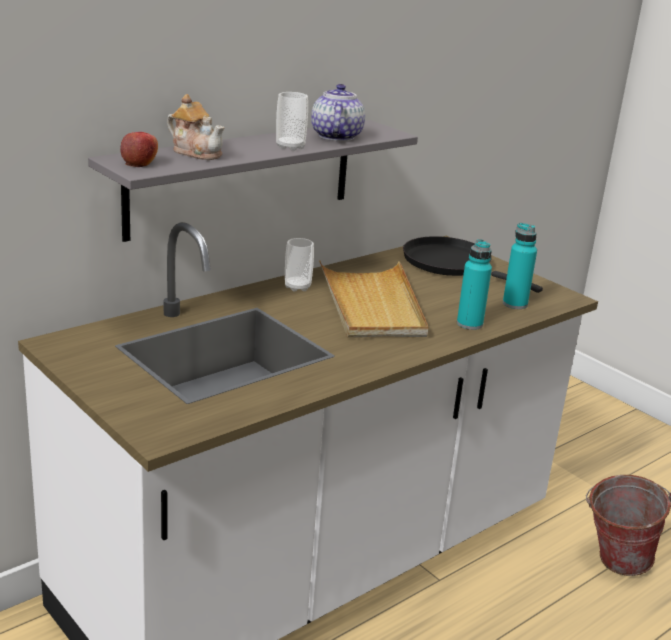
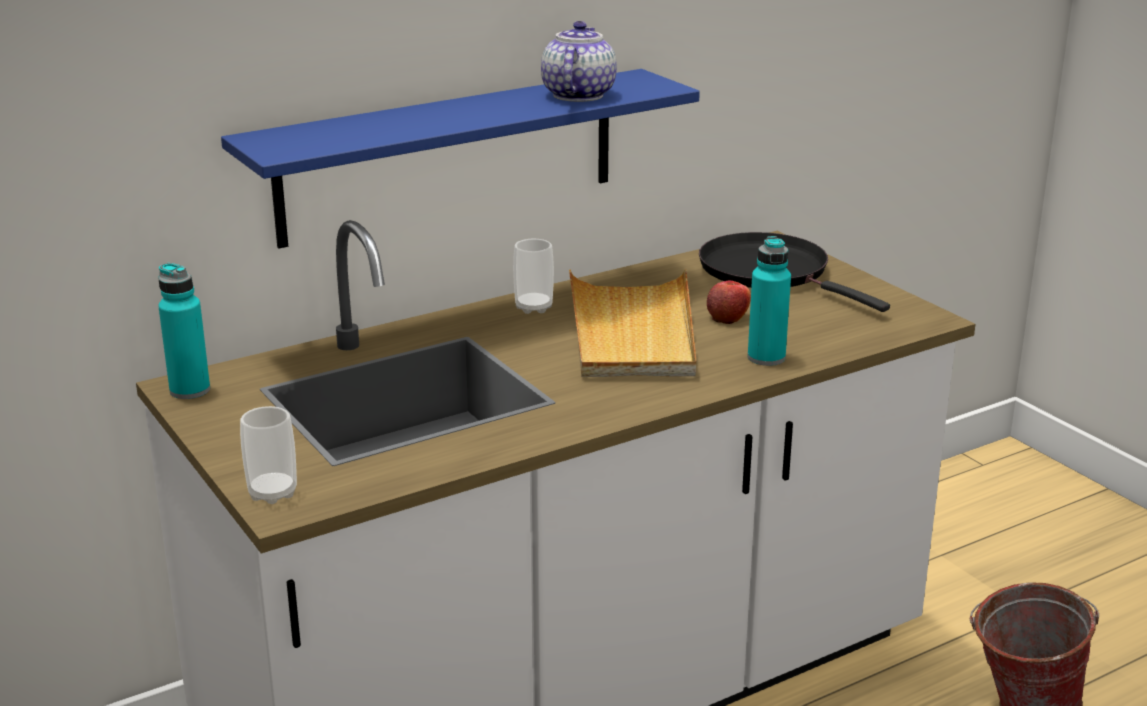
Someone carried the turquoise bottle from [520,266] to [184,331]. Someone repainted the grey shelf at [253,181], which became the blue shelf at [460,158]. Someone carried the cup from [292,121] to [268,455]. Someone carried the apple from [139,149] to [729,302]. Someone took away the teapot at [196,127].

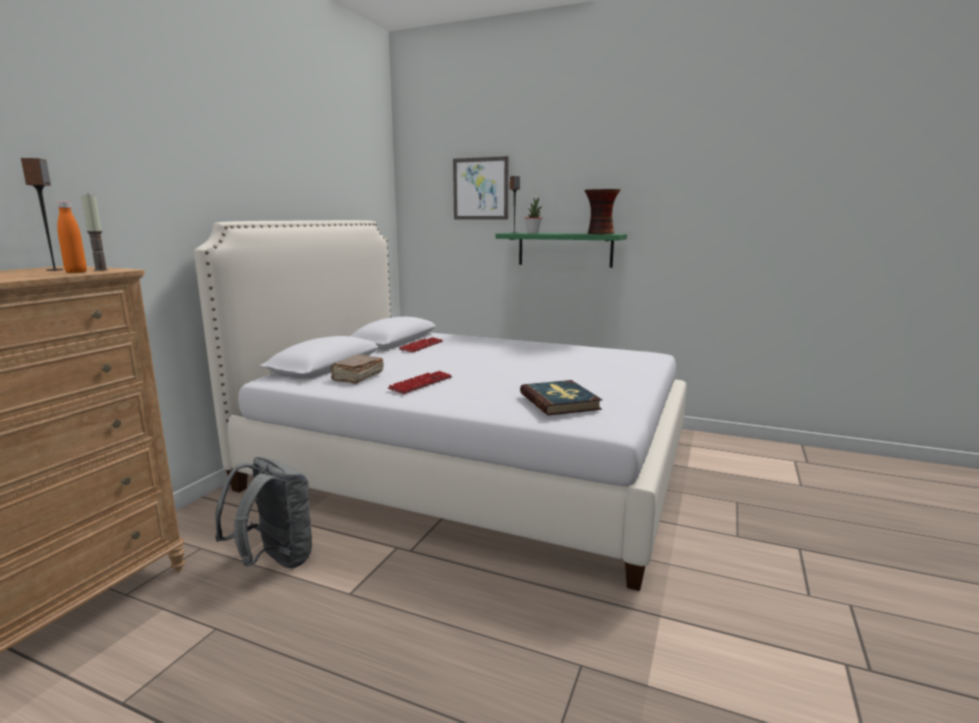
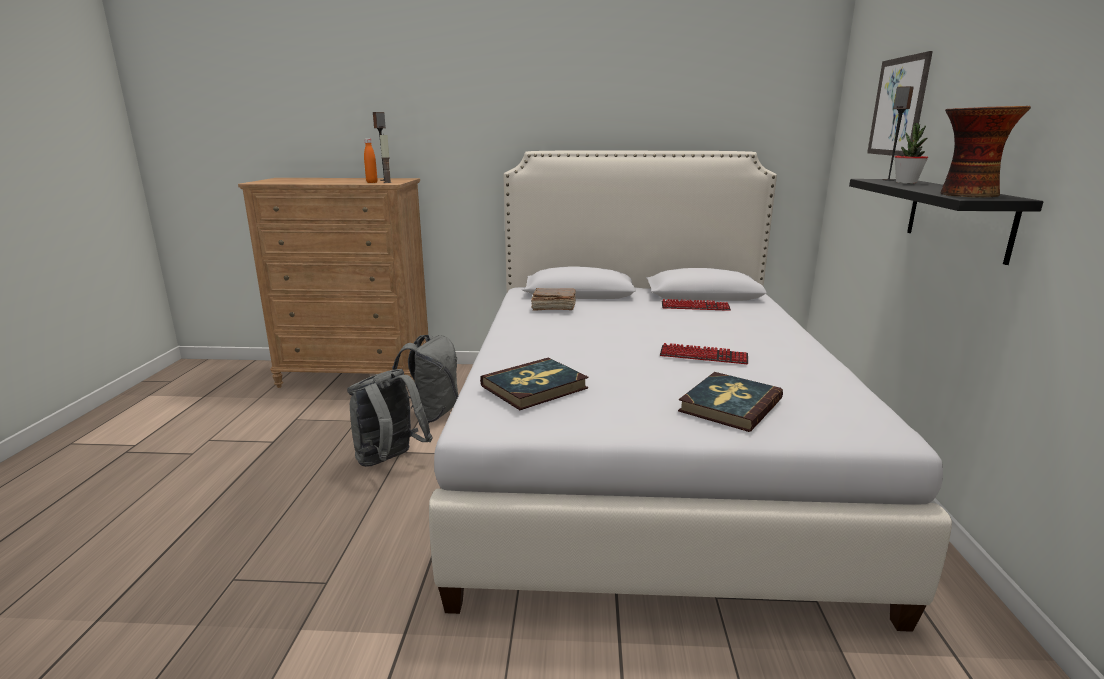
Someone put down the grey backpack at [390,418]. Someone carried the keyboard from [420,382] to [704,353]. Someone put down the book at [730,402]. Someone repainted the green shelf at [561,250], which became the black shelf at [946,222].

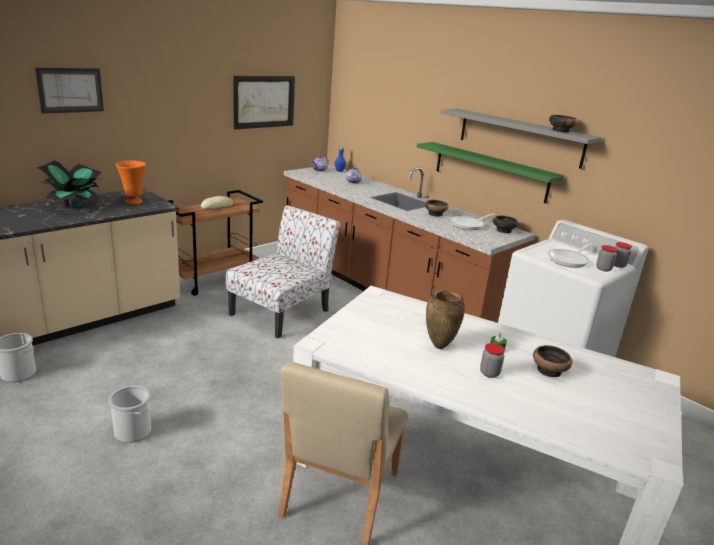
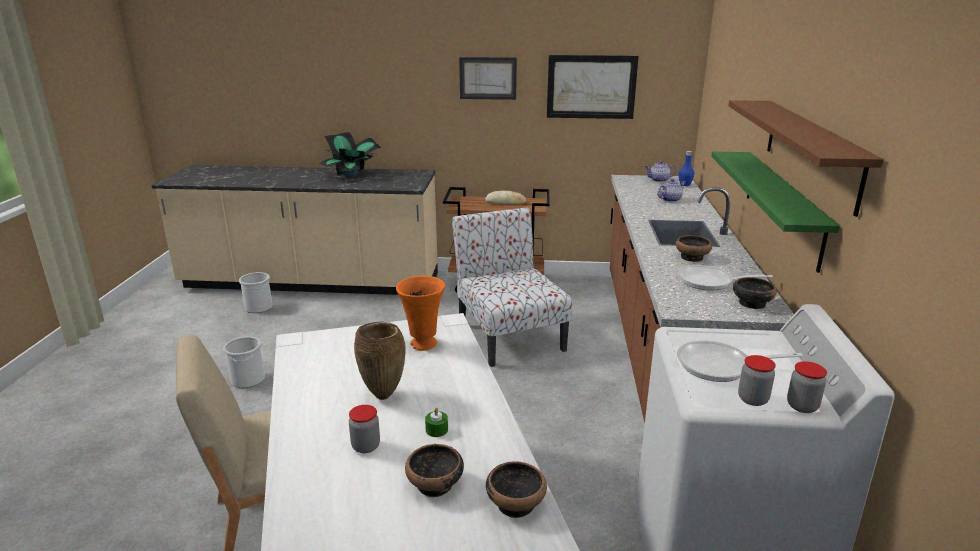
Someone carried the orange vase from [131,182] to [420,313]. Someone rotated the chair at [283,271] by 105 degrees counterclockwise. Someone carried the picture from [69,91] to [488,78]. Someone carried the bowl from [563,124] to [516,489]. Someone repainted the grey shelf at [521,139], which became the brown shelf at [806,158].

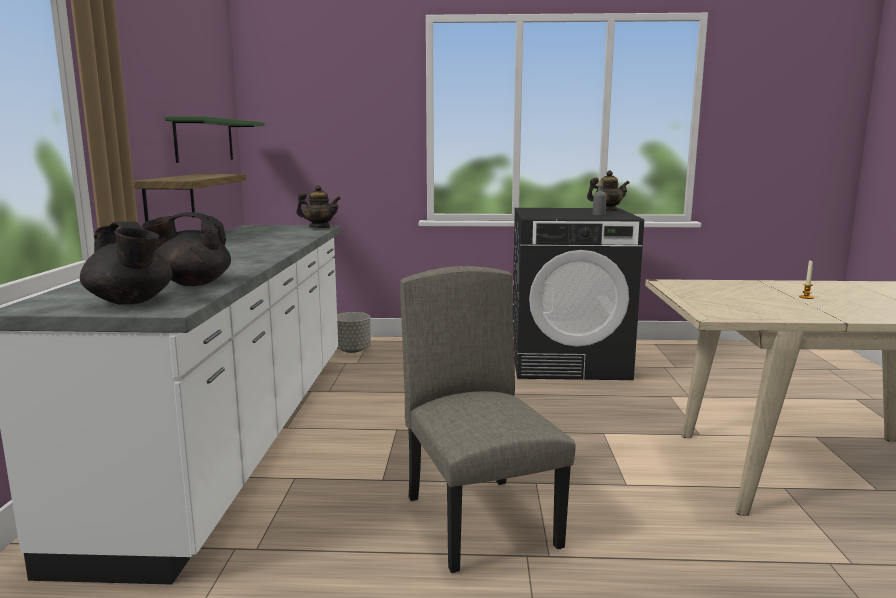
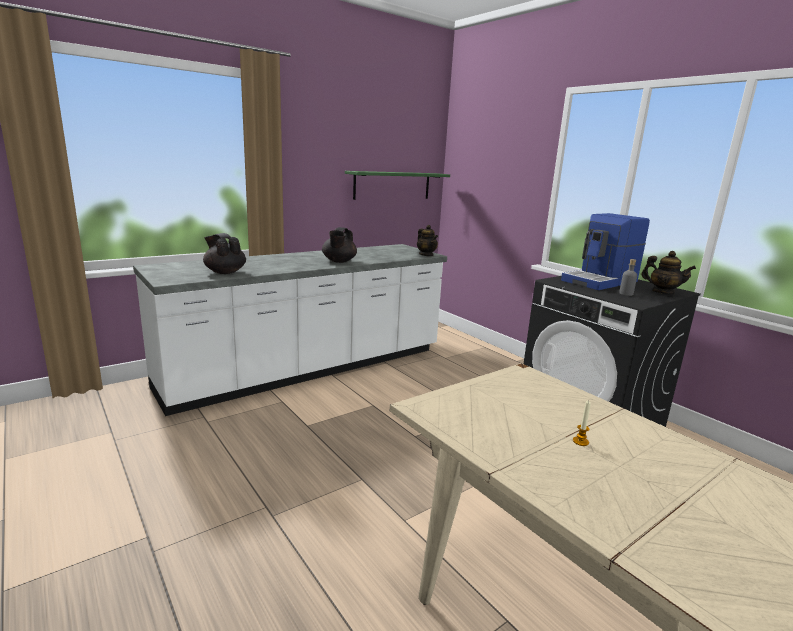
Someone carried the black teapot from [126,263] to [339,245]. Someone put down the coffee machine at [605,251]. Someone took away the shelf at [190,198]. Someone took away the grey planter at [354,332]. Someone took away the beige chair at [488,419].

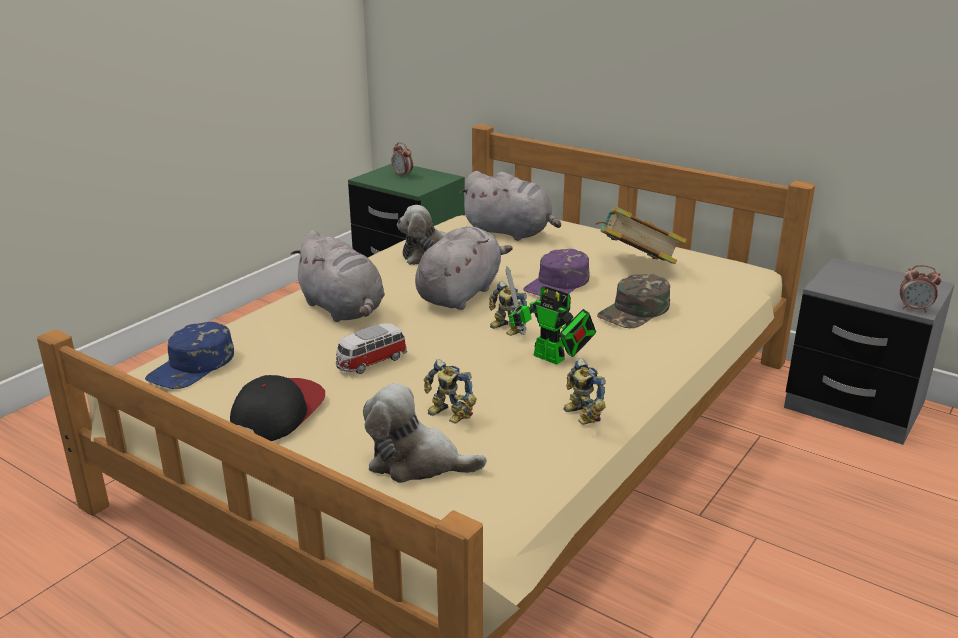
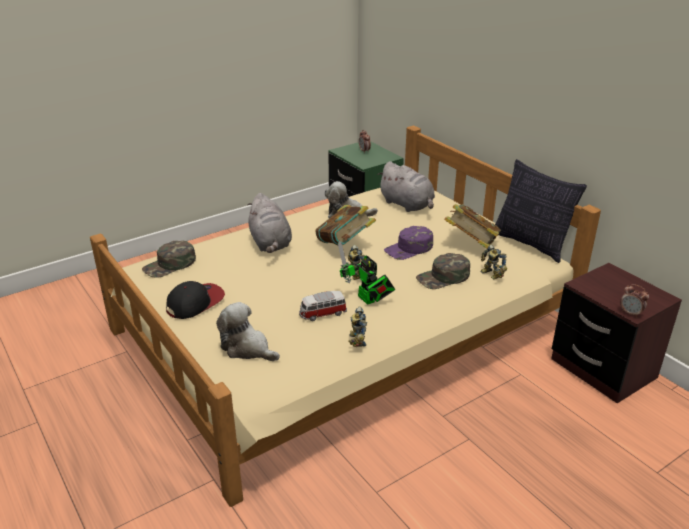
Someone repainted the blue cap at [189,355], which became the green cap at [169,259]. Someone carried the toy car from [371,348] to [323,306]. Someone swapped the grey plush toy at [464,268] for the book at [345,225]. Someone carried the toy robot from [450,391] to [494,262]. Someone put down the pillow at [541,211]. Someone repainted the grey nightstand at [869,351], which became the brown nightstand at [616,333].

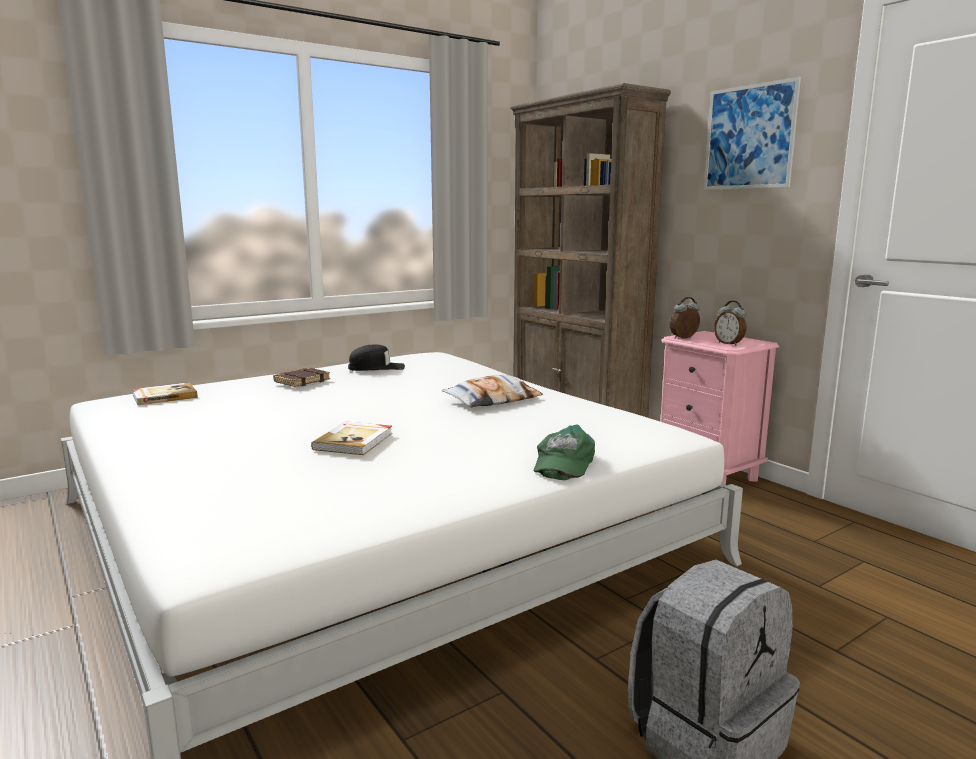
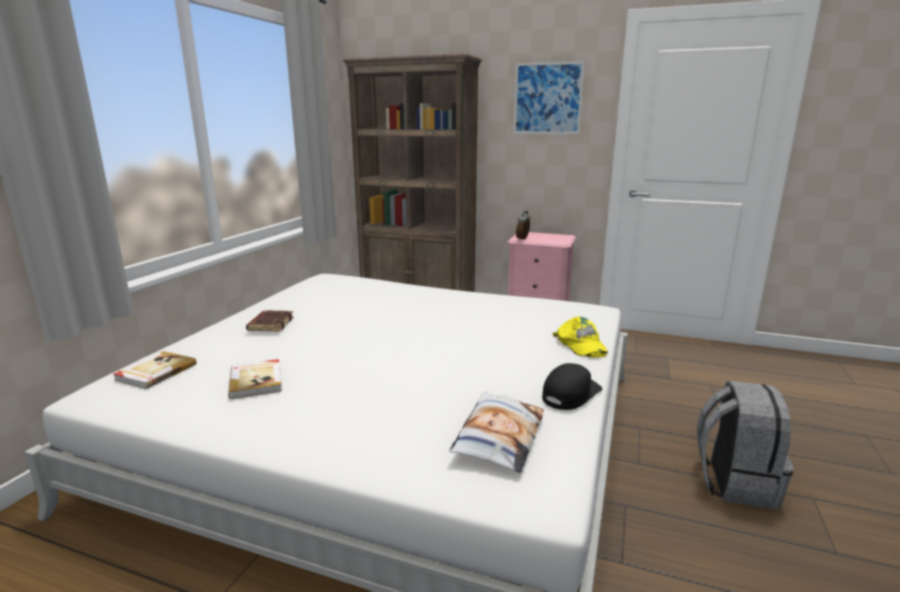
Someone carried the book from [351,438] to [255,379]. Someone carried the pillow from [492,391] to [496,432]. Someone carried the black cap from [376,357] to [572,386]. Someone repainted the green cap at [564,452], which became the yellow cap at [580,337]. Someone took away the alarm clock at [730,323].

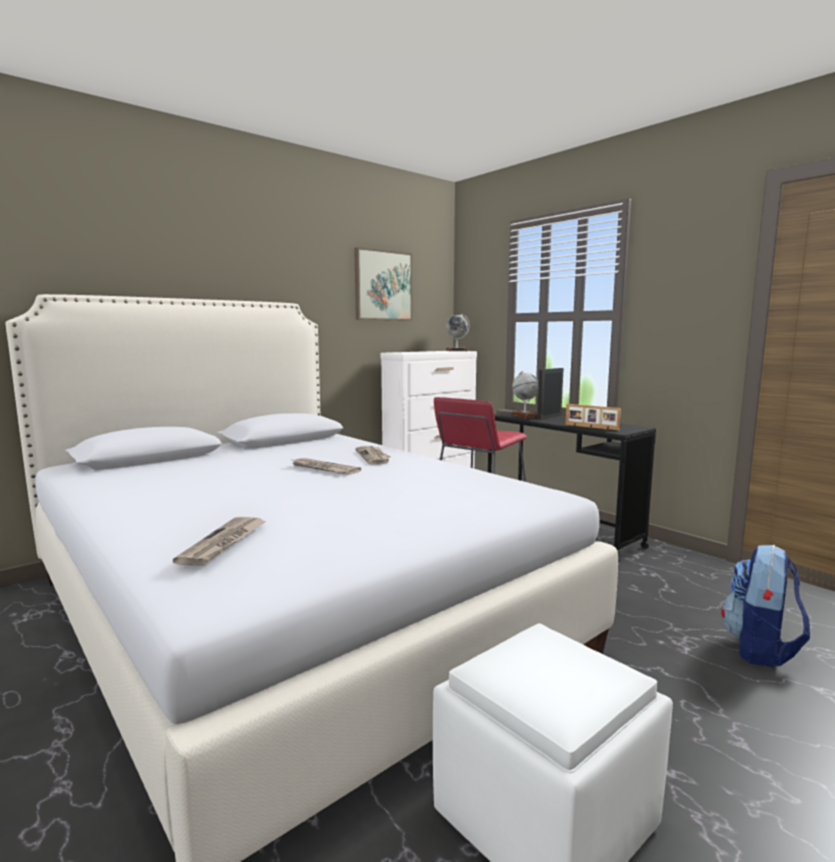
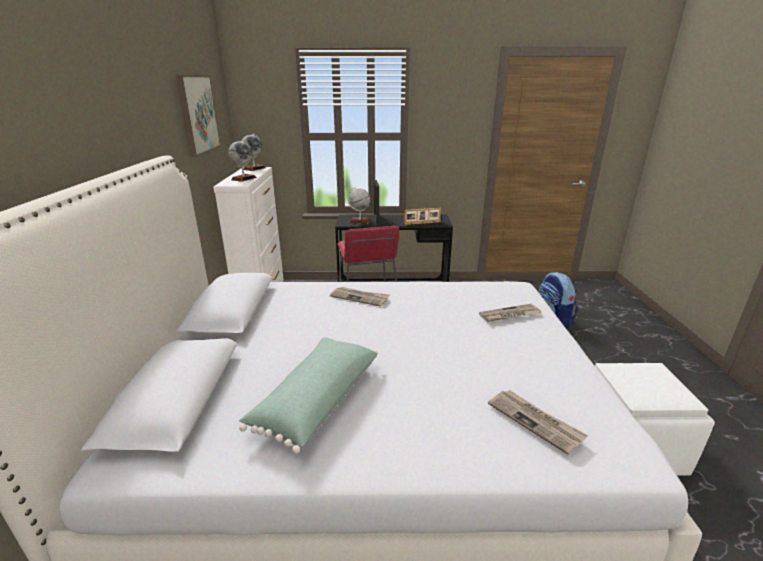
Someone put down the globe at [242,160]. Someone put down the green pillow at [308,395]. Someone carried the newspaper from [325,466] to [510,313].

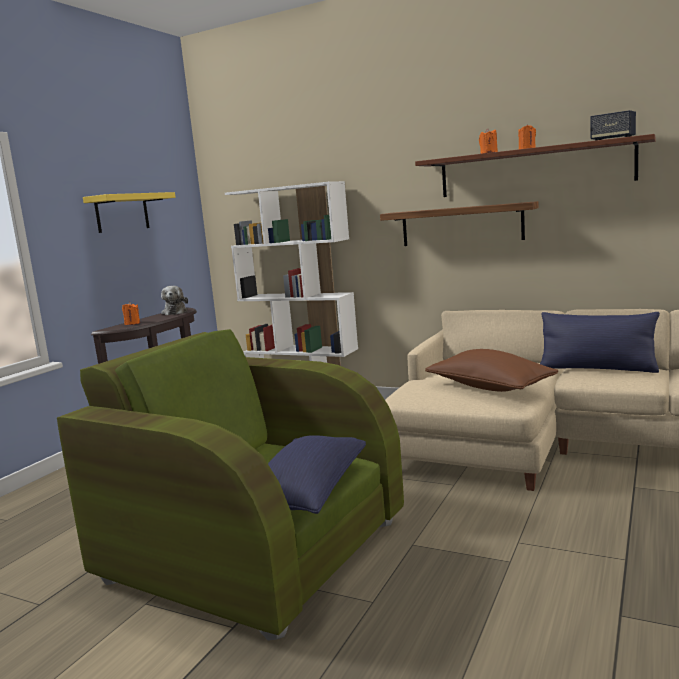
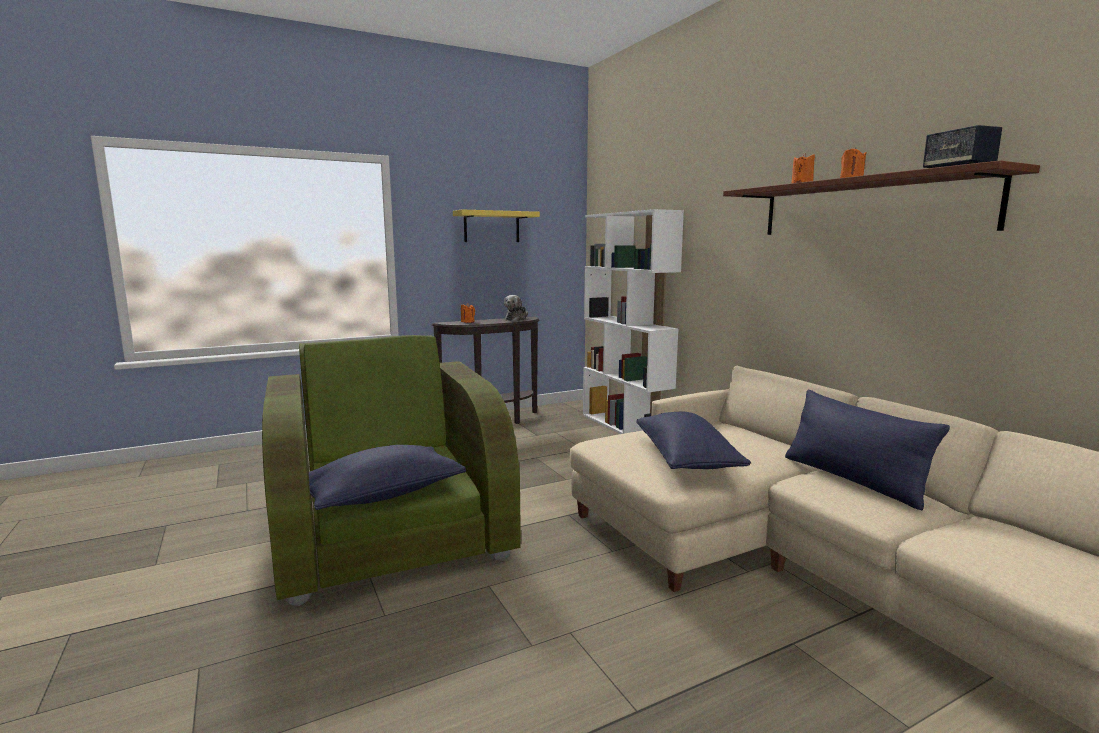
Someone repainted the brown pillow at [491,370], which became the blue pillow at [693,440]. Someone took away the shelf at [459,223].

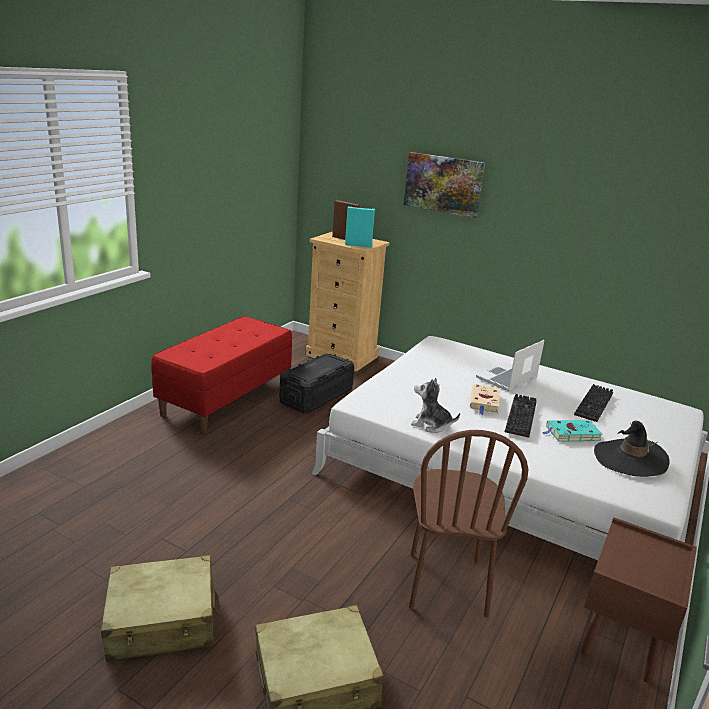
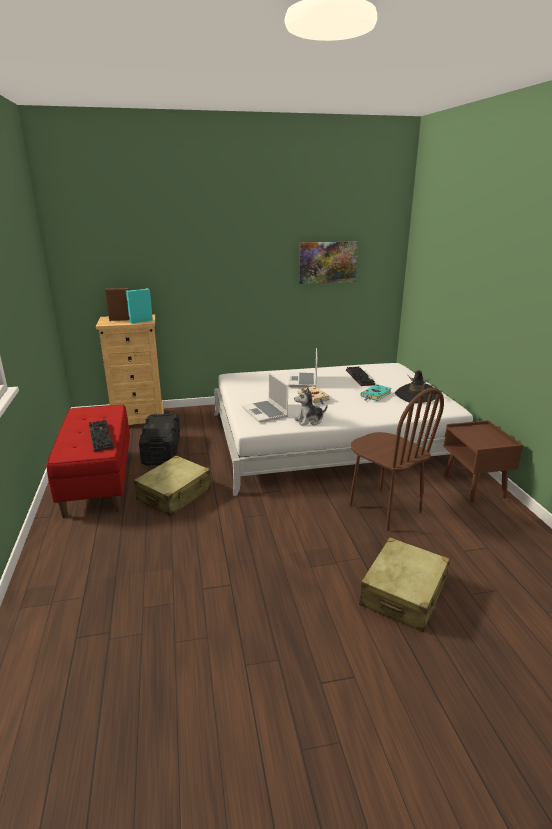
Someone carried the keyboard from [521,416] to [101,436]. Someone carried the beige suitcase from [161,608] to [173,485]. Someone put down the laptop at [265,397]. Someone carried the picture from [444,185] to [328,262].

